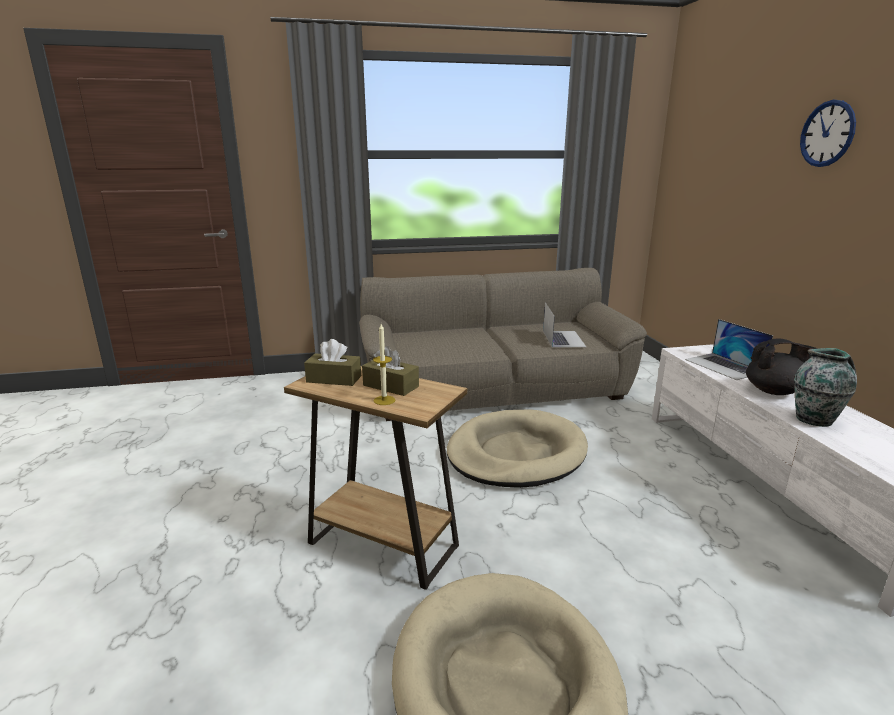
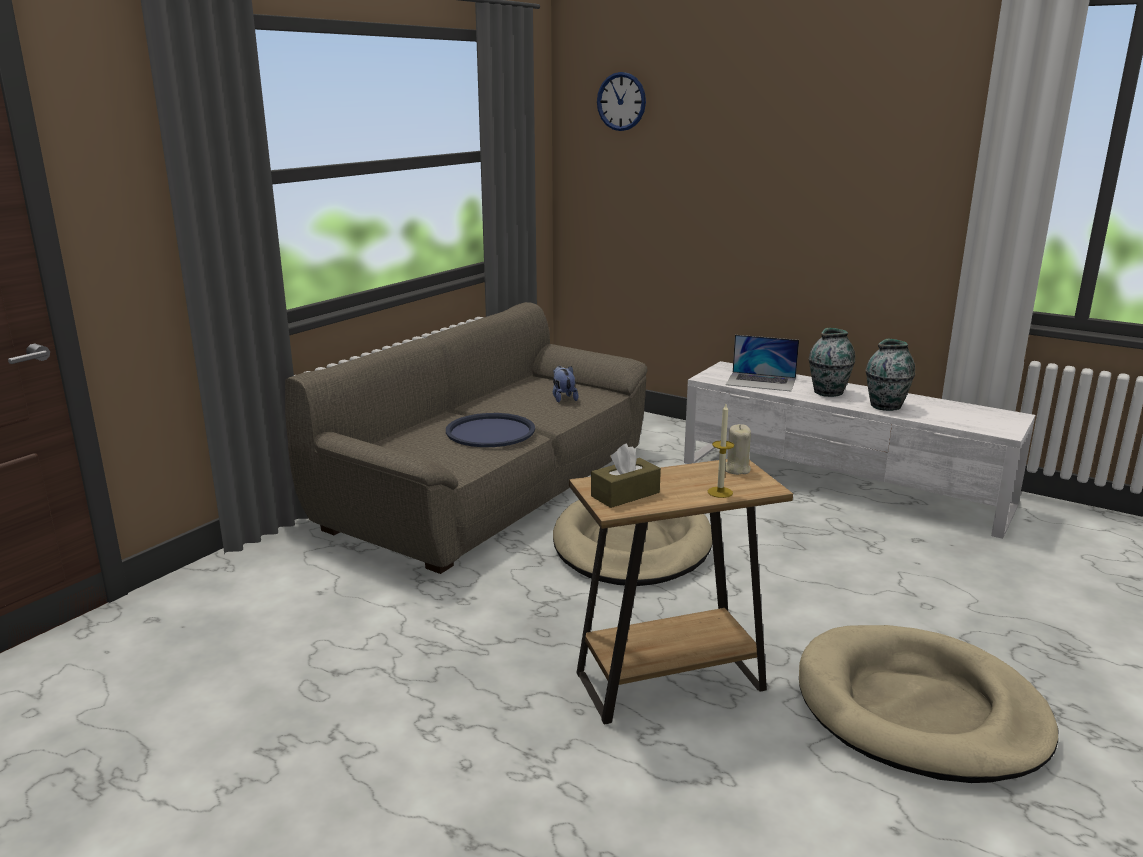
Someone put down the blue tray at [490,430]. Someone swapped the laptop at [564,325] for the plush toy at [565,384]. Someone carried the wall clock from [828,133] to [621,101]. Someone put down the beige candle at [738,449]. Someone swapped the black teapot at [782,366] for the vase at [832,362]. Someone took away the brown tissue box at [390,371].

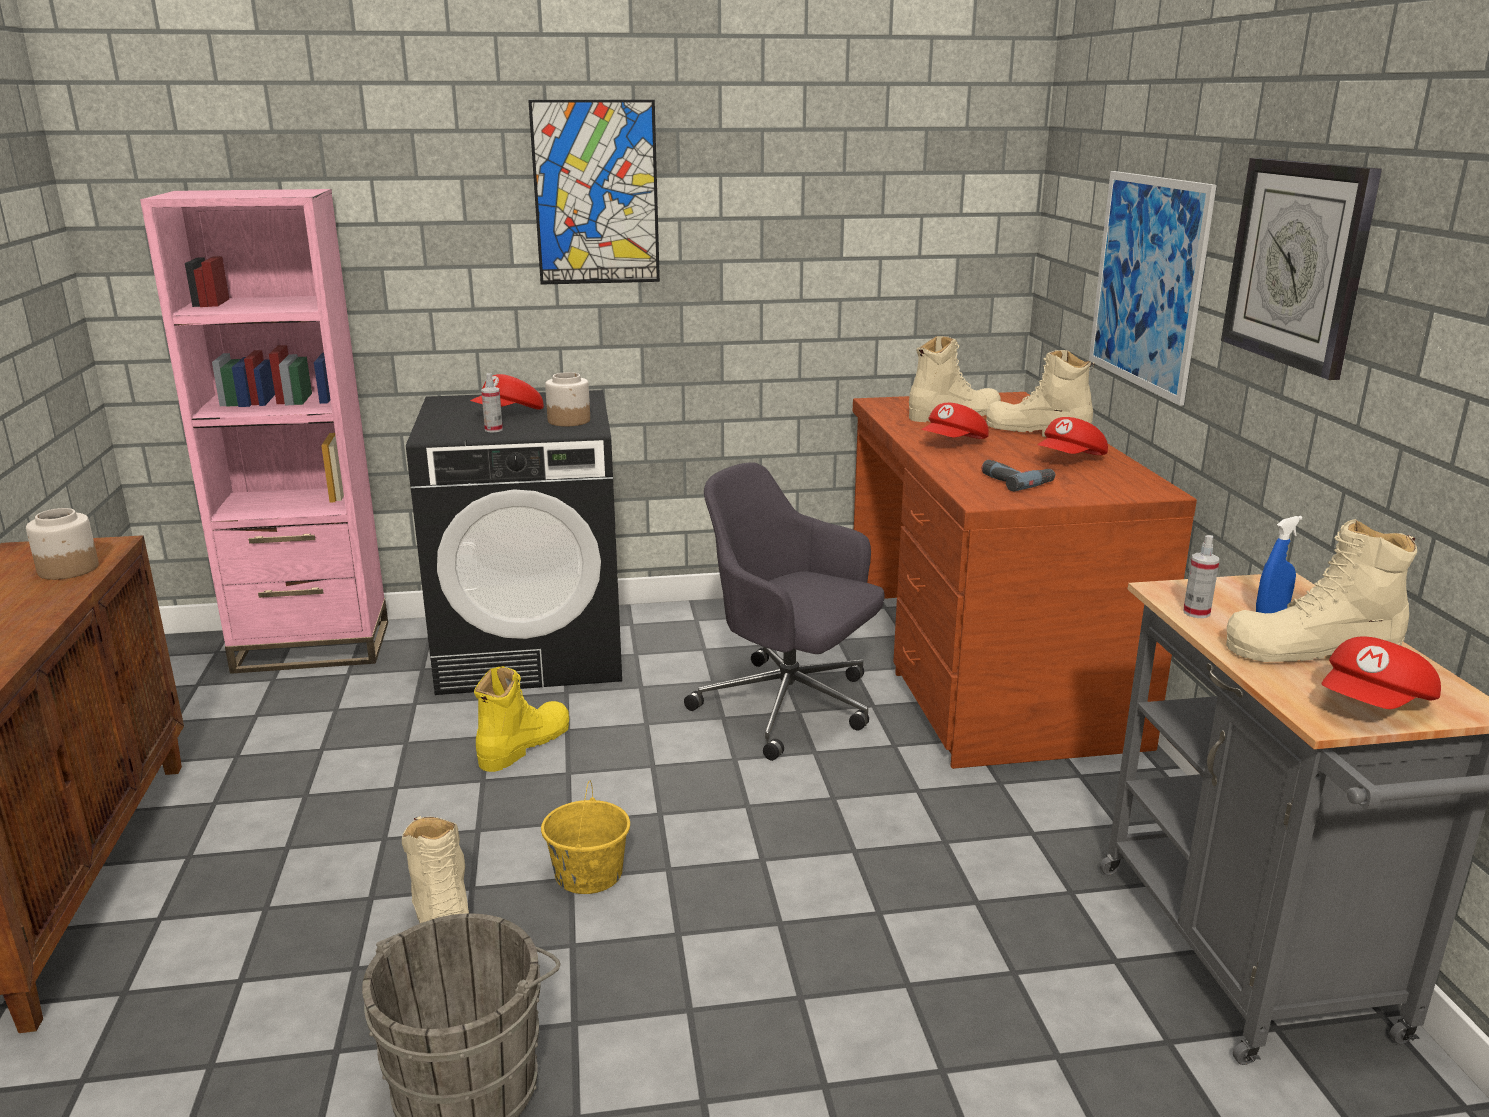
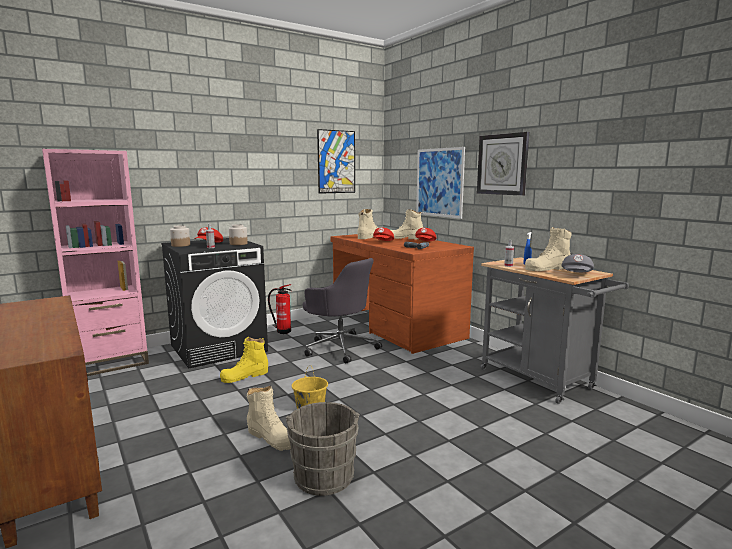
Someone carried the jar from [62,544] to [180,236]. Someone rotated the yellow boot at [521,719] by 135 degrees counterclockwise. Someone put down the fire extinguisher at [280,309]. Someone rotated the grey office chair at [784,611] by 150 degrees counterclockwise. Someone carried the picture from [594,192] to [336,161]. Someone repainted the red cap at [1381,673], which became the grey cap at [578,263].

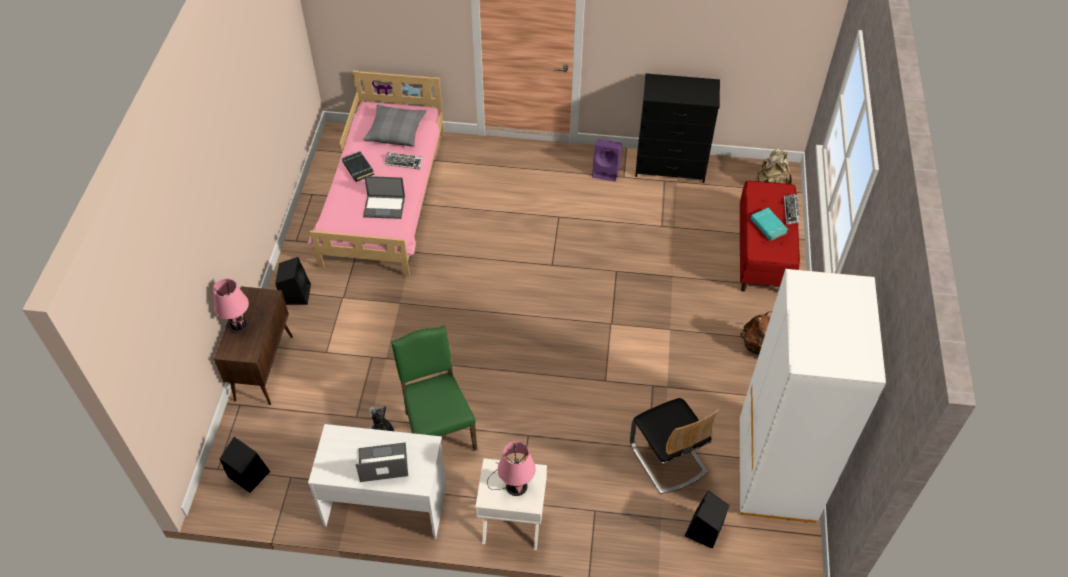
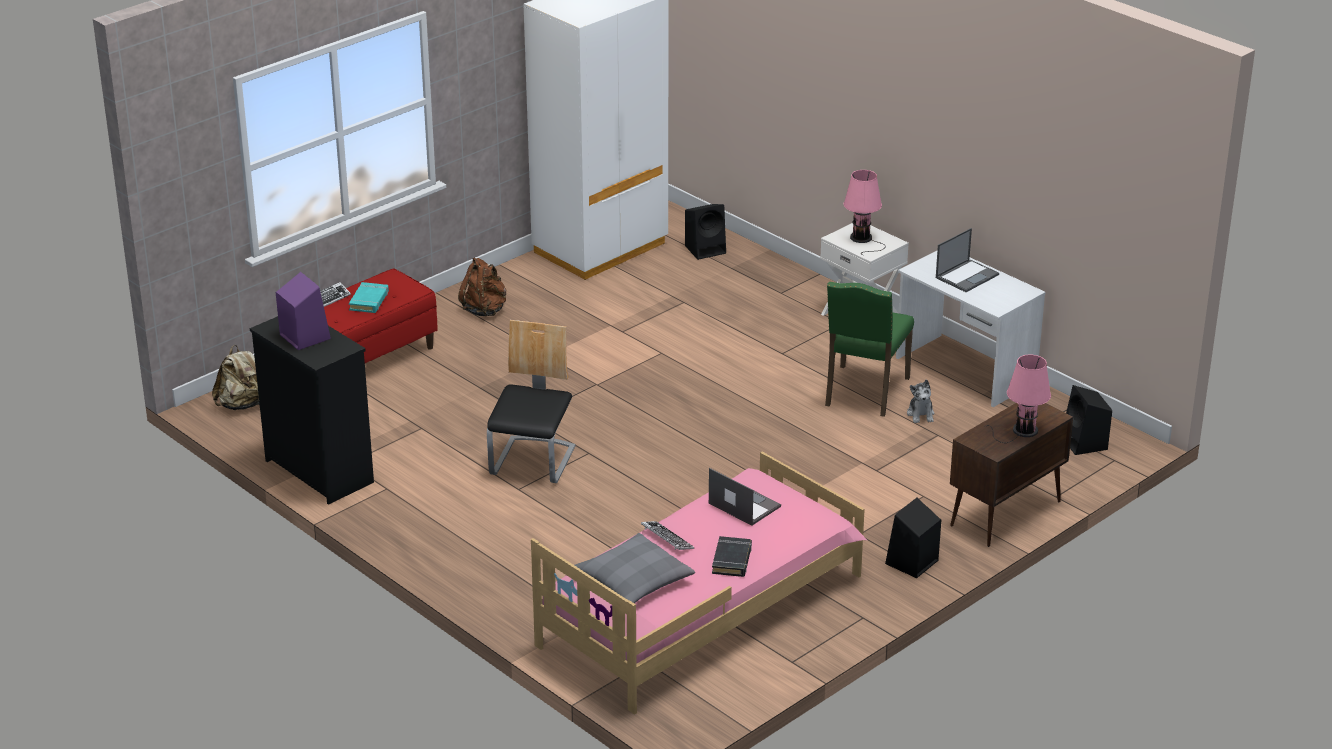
Someone carried the purple speaker from [607,160] to [303,311]. Someone carried the chair from [674,446] to [531,401]. Someone rotated the laptop at [382,462] by 75 degrees counterclockwise.

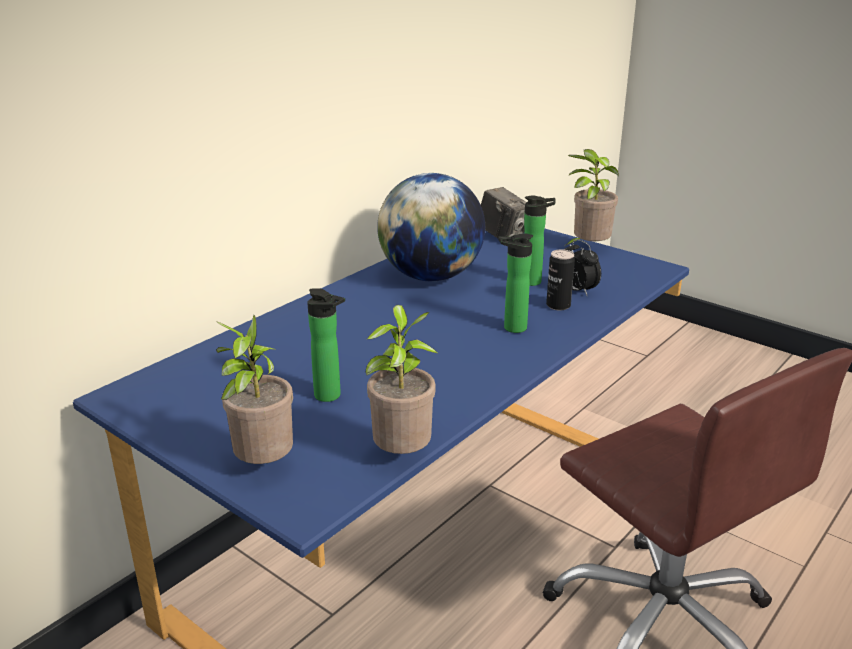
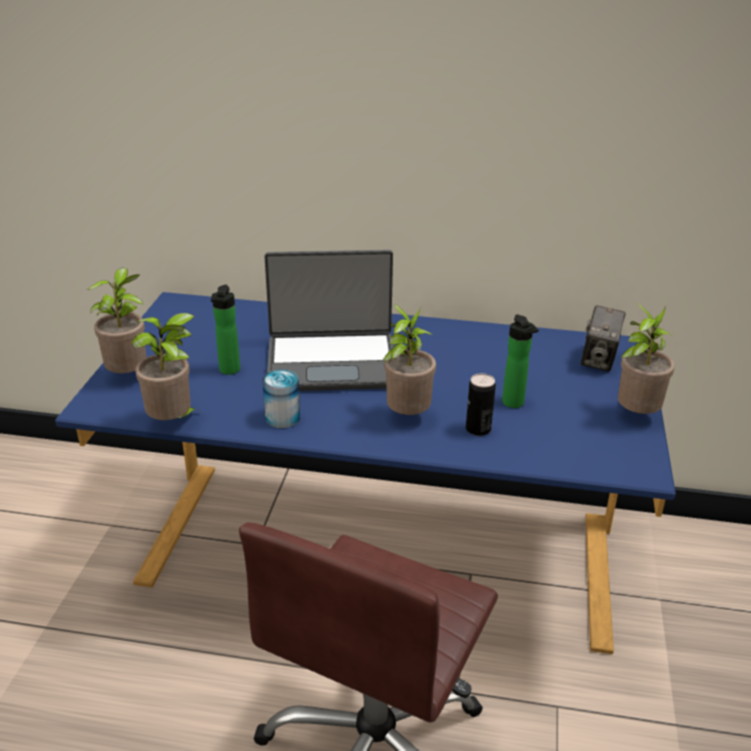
Someone put down the can at [281,399]. Someone put down the laptop at [328,320]. Someone swapped the bottle at [515,283] for the potted plant at [409,359]. Someone took away the globe at [431,227]. Someone took away the alarm clock at [582,267].

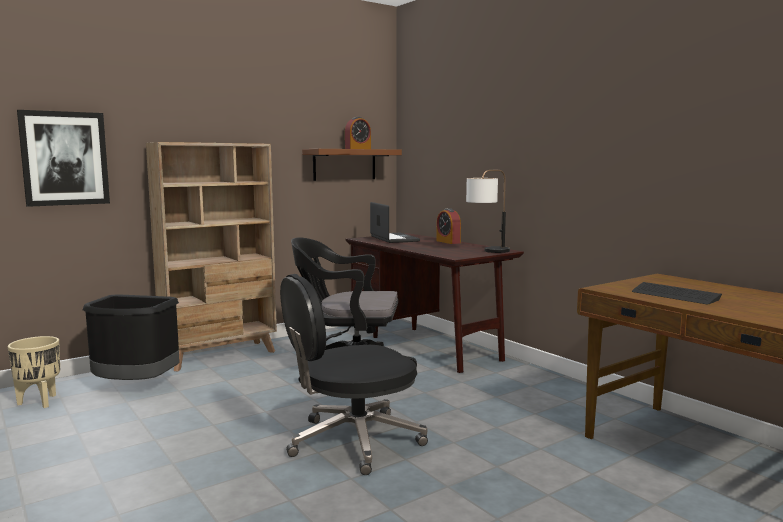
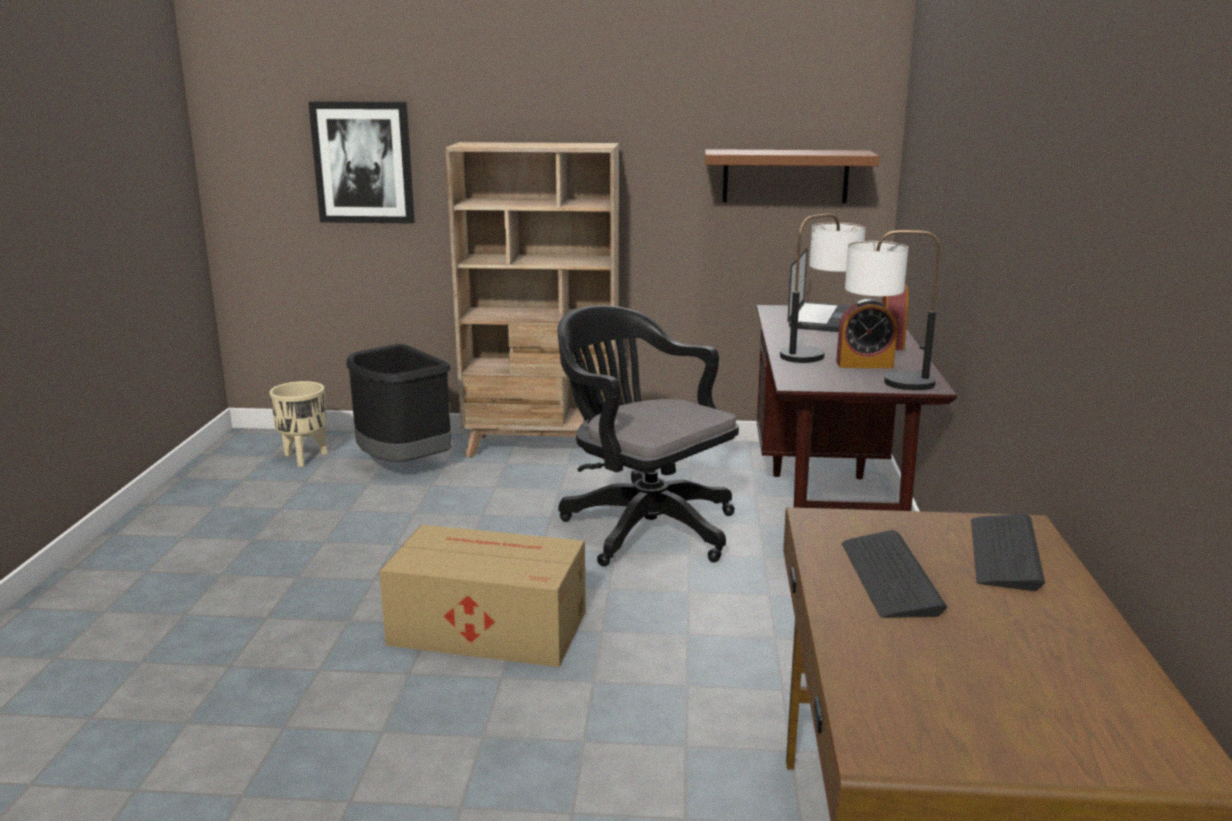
Someone swapped the black office chair at [354,374] for the cardboard box at [482,595]. Someone put down the table lamp at [823,288]. Someone carried the alarm clock from [358,133] to [866,333]. Someone put down the keyboard at [1008,552].

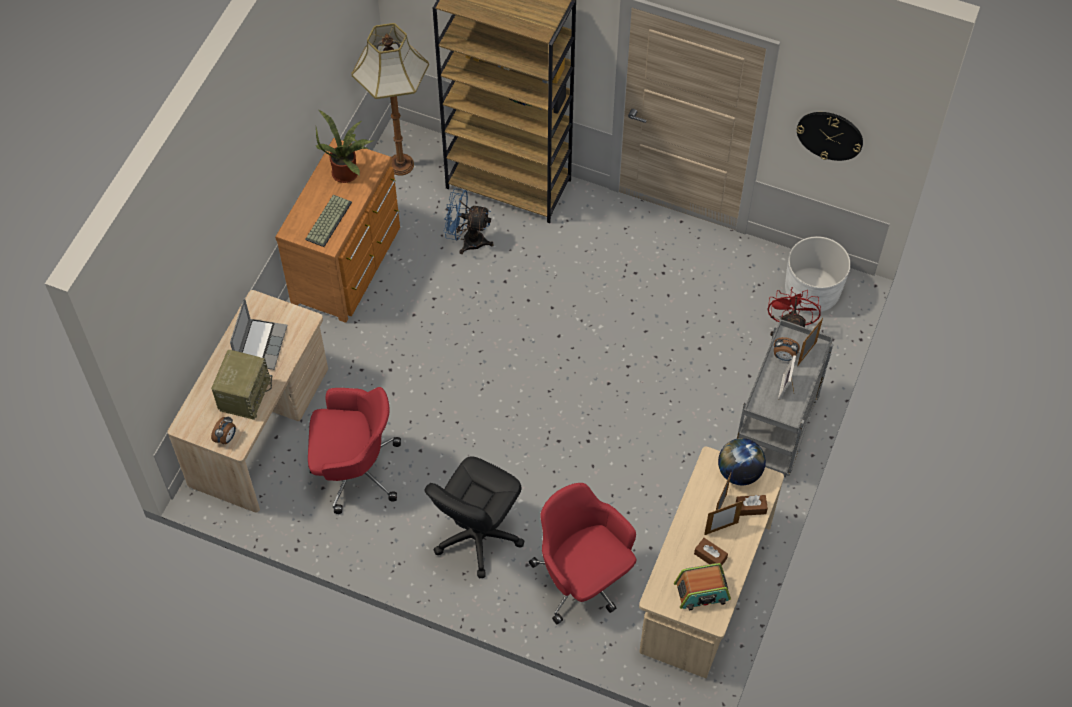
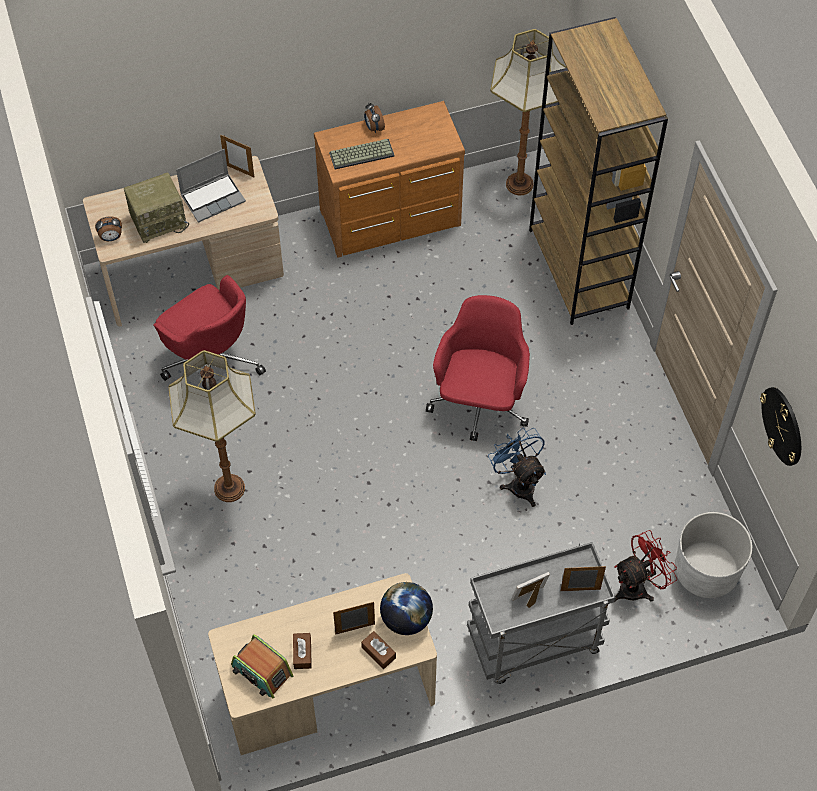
Someone swapped the black office chair at [474,517] for the floor lamp at [212,426]. Someone carried the picture frame from [723,518] to [237,155]. Someone carried the alarm clock from [787,349] to [374,118]. Someone carried the red office chair from [582,553] to [478,368]. Someone carried the blue fan from [468,221] to [517,467]. Someone took away the potted plant at [344,146].

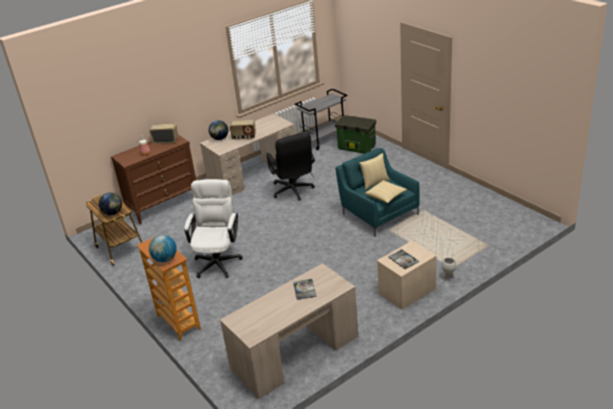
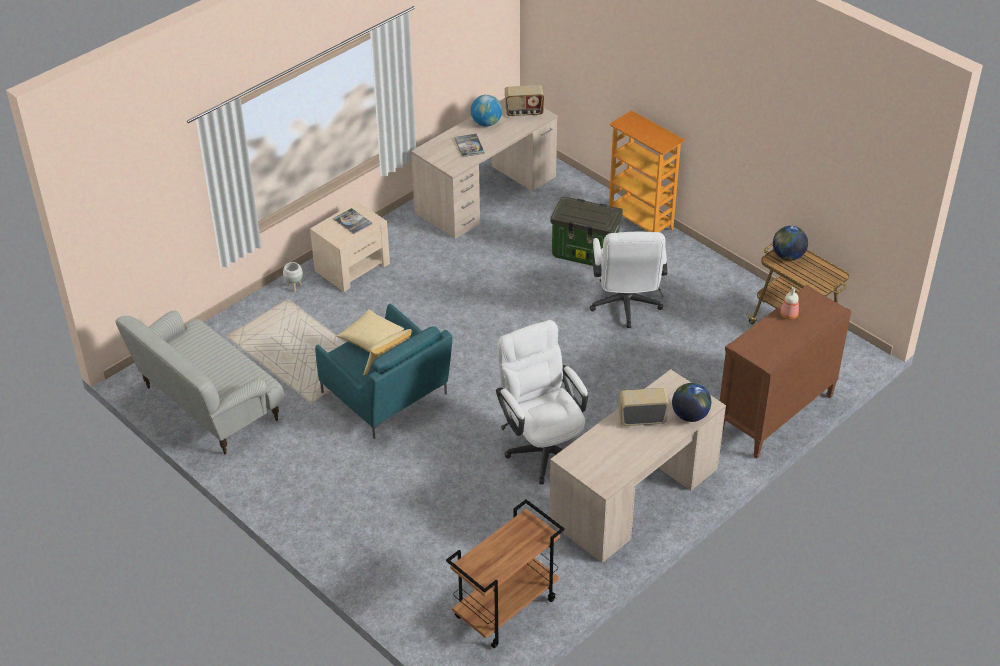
Someone put down the sofa at [200,382]. Someone repainted the grey cart at [321,119], which became the brown cart at [505,573]. Someone carried the globe from [163,248] to [486,111]. Someone repainted the black office chair at [290,166], which became the white office chair at [542,402]. Someone carried the radio from [163,133] to [524,101]. Someone carried the storage box from [355,134] to [586,231].

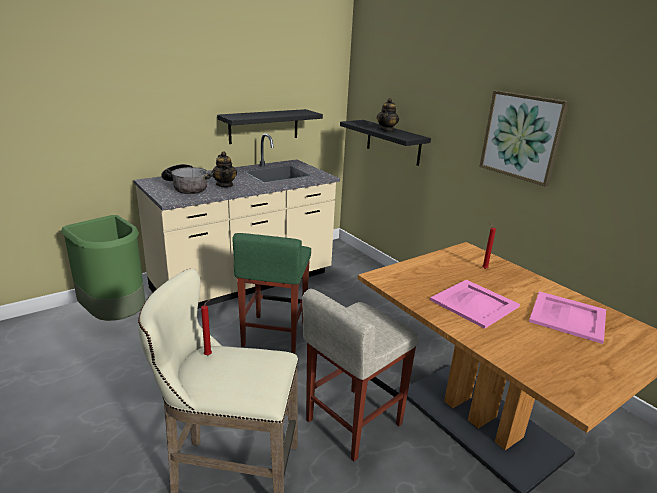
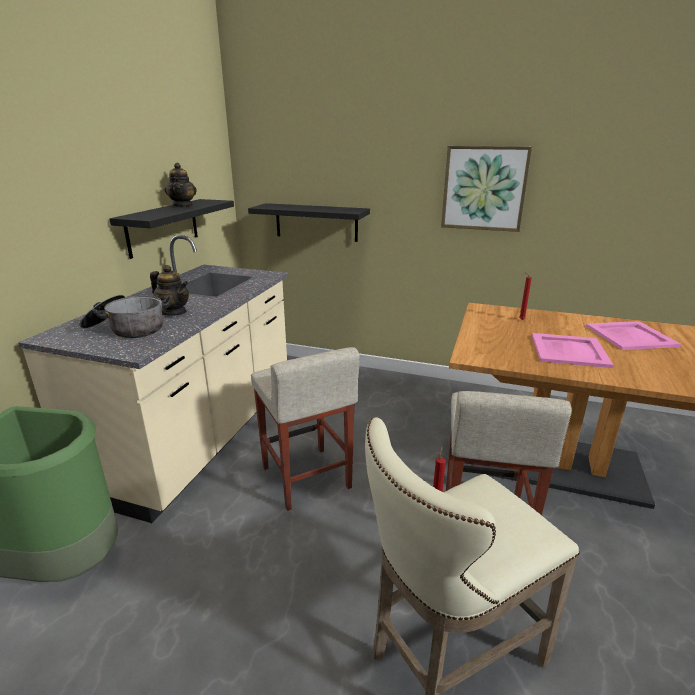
Someone carried the teapot from [388,115] to [180,185]. Someone repainted the green stool at [271,293], which became the beige stool at [305,429].

